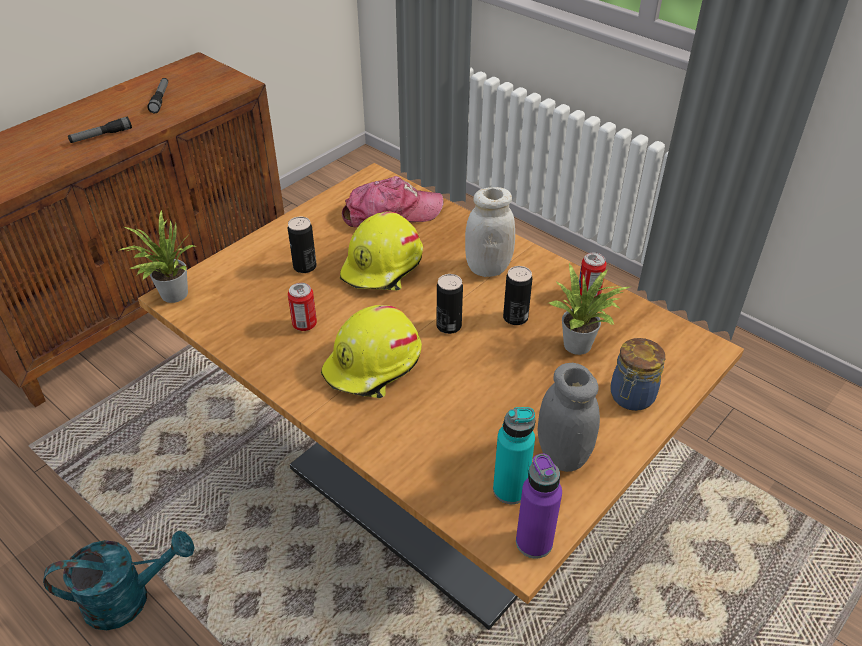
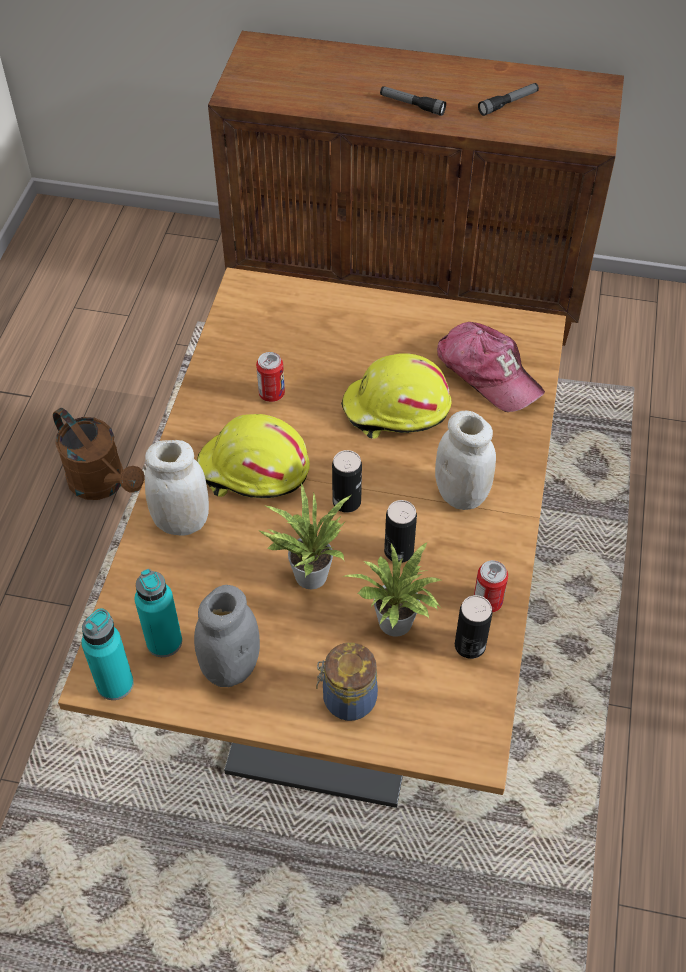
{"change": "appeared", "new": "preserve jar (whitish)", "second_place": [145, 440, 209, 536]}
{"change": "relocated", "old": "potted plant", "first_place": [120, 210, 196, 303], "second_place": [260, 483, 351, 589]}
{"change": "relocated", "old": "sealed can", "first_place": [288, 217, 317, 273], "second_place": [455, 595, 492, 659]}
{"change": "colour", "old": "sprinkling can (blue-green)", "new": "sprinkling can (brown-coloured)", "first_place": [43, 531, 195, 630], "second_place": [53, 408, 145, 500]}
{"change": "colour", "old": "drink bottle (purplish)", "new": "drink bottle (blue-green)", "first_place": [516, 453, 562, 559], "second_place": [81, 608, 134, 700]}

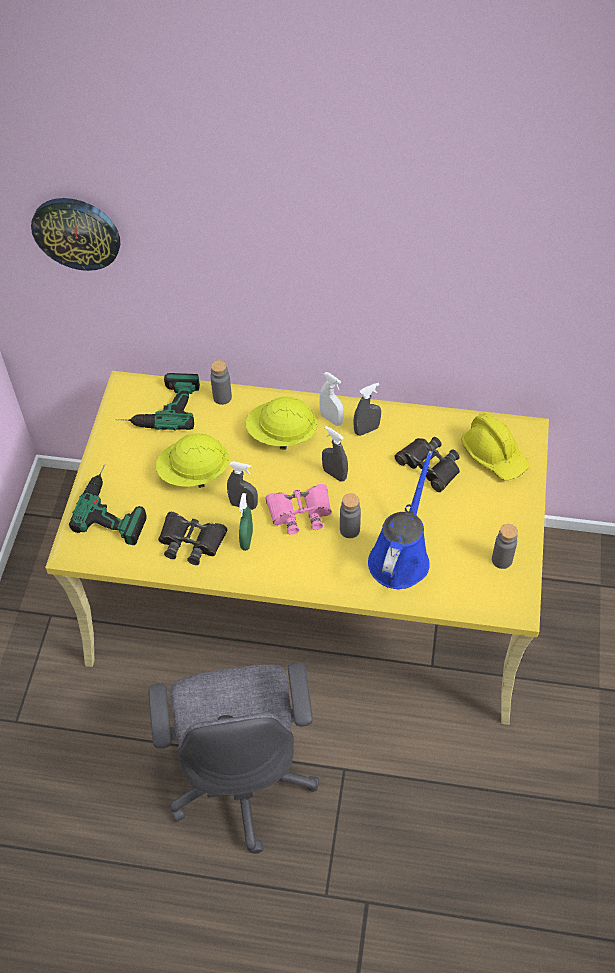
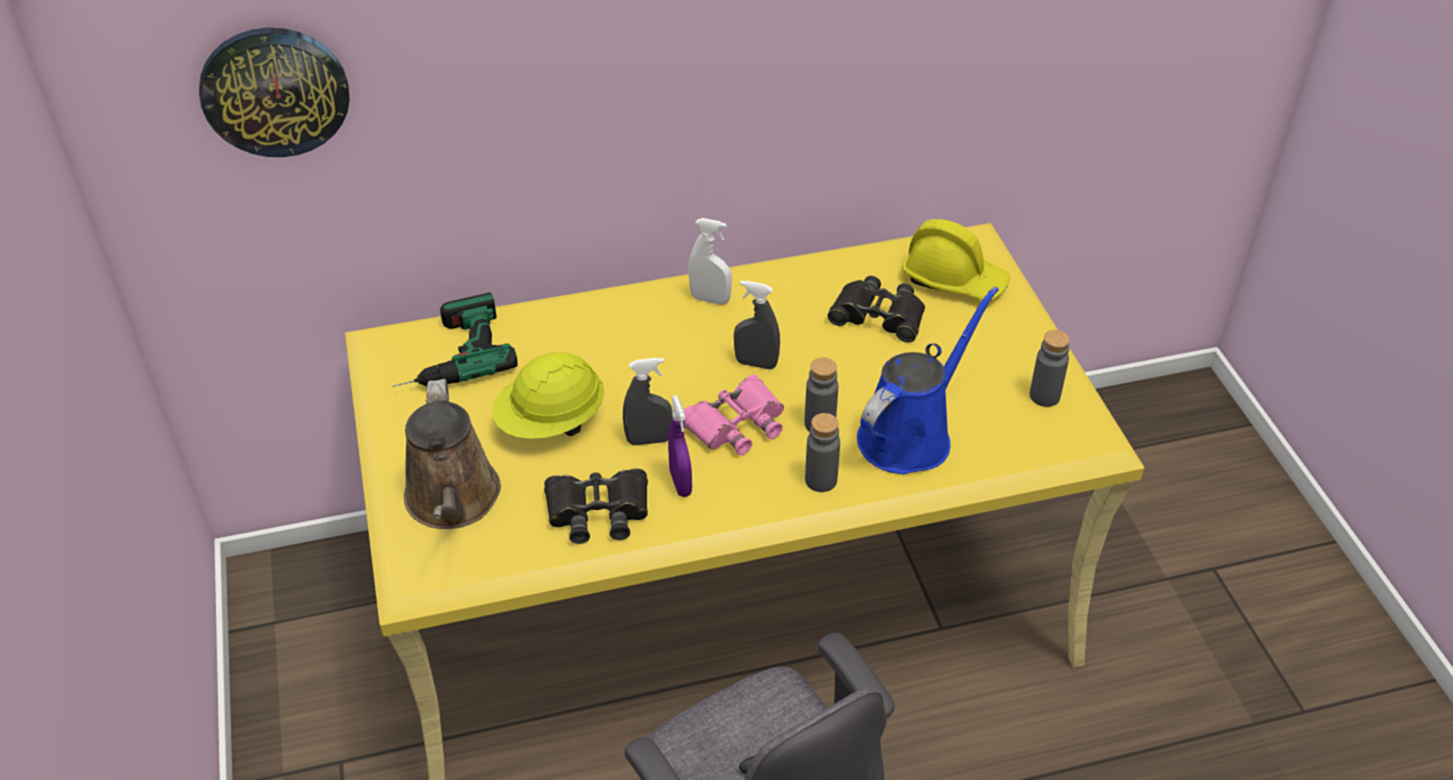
{"change": "missing", "old": "hard hat (yellowish)", "first_place": [246, 397, 317, 450]}
{"change": "missing", "old": "spray bottle (greyish)", "first_place": [354, 383, 381, 436]}
{"change": "relocated", "old": "drink bottle (greyish)", "first_place": [210, 360, 232, 405], "second_place": [805, 413, 840, 492]}
{"change": "exchanged", "old": "drill", "new": "sprinkling can (brown-coloured)", "first_place": [69, 464, 147, 545], "second_place": [404, 379, 501, 529]}
{"change": "colour", "old": "spray bottle (green)", "new": "spray bottle (purplish)", "first_place": [239, 493, 253, 551], "second_place": [668, 396, 692, 497]}
{"change": "spun", "old": "sprinkling can (blue)", "first_place": [368, 451, 433, 589], "second_place": [857, 286, 999, 474], "degrees": 45}

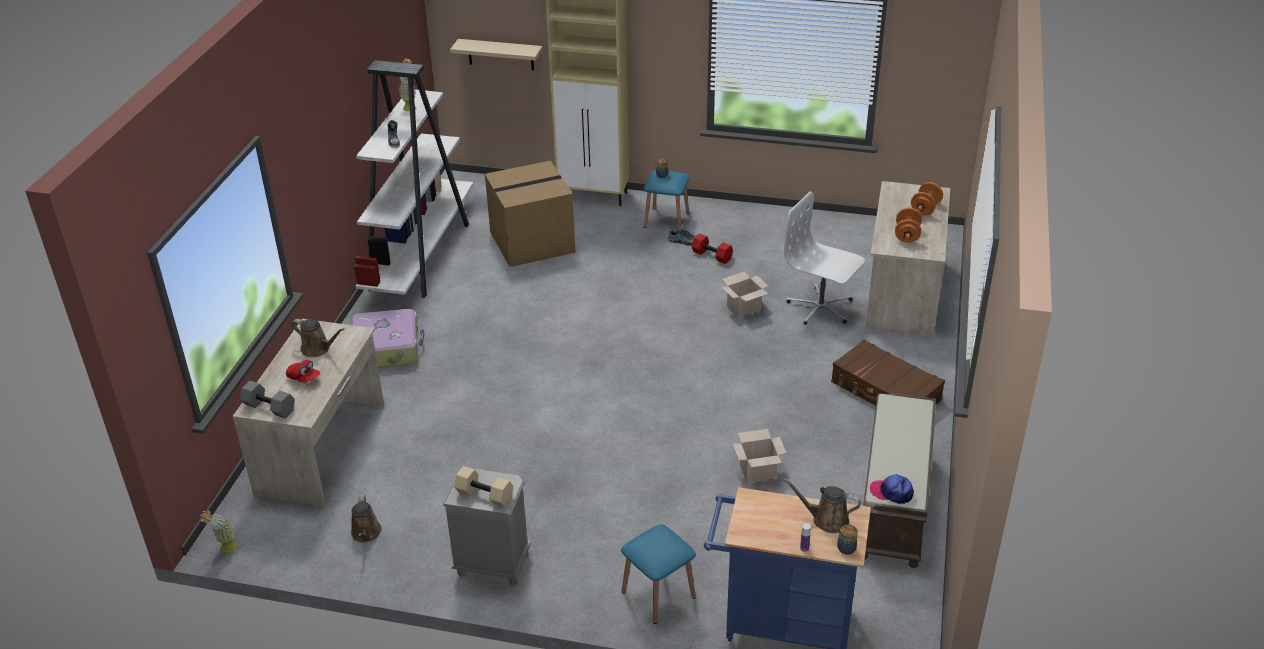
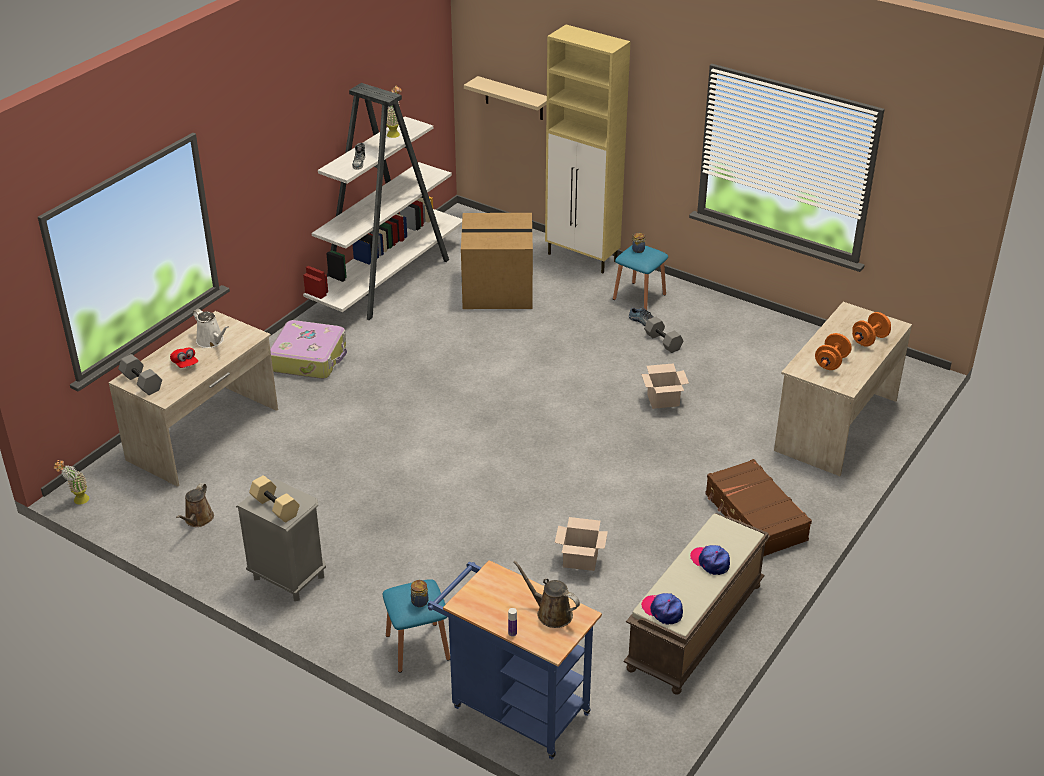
{"change": "missing", "old": "office chair (whitish)", "first_place": [784, 191, 865, 325]}
{"change": "appeared", "new": "peaked cap", "second_place": [690, 545, 730, 575]}
{"change": "relocated", "old": "preserve jar", "first_place": [837, 525, 858, 555], "second_place": [411, 580, 428, 607]}
{"change": "colour", "old": "sprinkling can (brown-coloured)", "new": "sprinkling can (whitish)", "first_place": [291, 319, 345, 357], "second_place": [193, 309, 229, 348]}
{"change": "colour", "old": "hand weight (red-coloured)", "new": "hand weight (greyish)", "first_place": [691, 233, 733, 264], "second_place": [644, 317, 683, 353]}

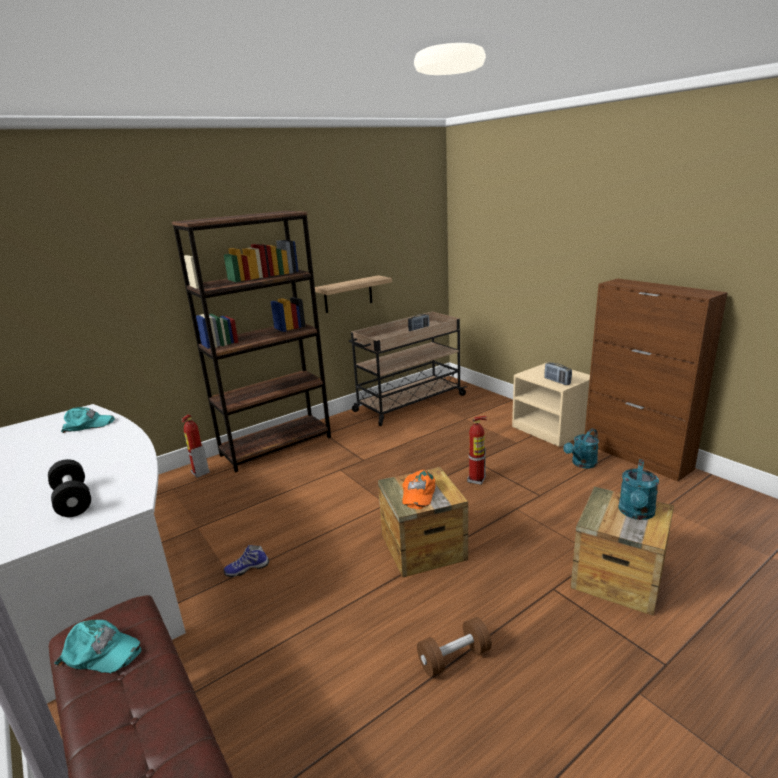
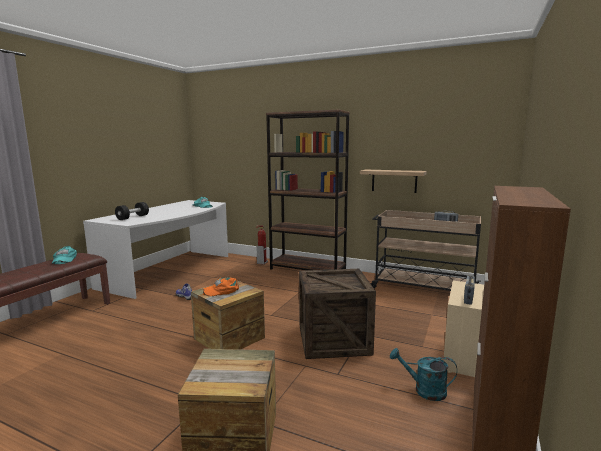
{"change": "missing", "old": "hand weight (brown-coloured)", "first_place": [417, 617, 492, 677]}
{"change": "missing", "old": "sprinkling can (blue-green)", "first_place": [618, 459, 659, 520]}
{"change": "exchanged", "old": "extinguisher", "new": "shipping crate", "first_place": [467, 416, 487, 485], "second_place": [299, 269, 376, 359]}

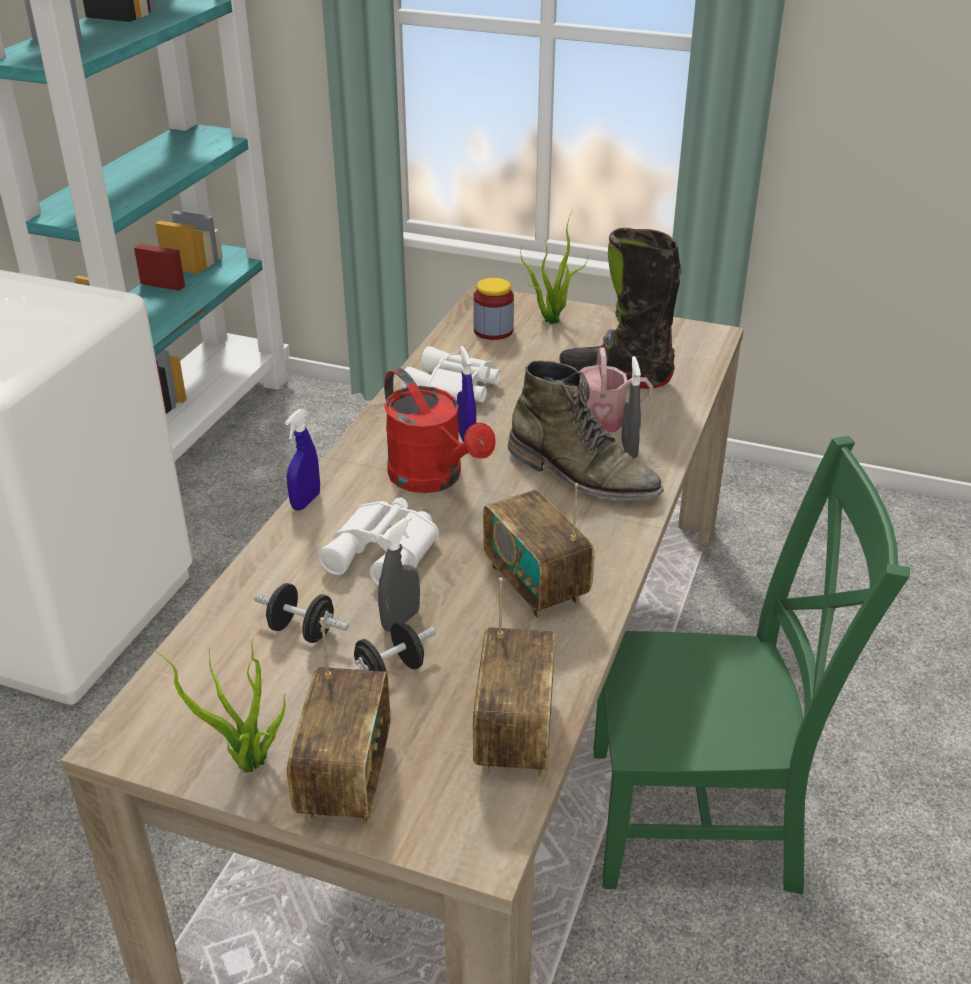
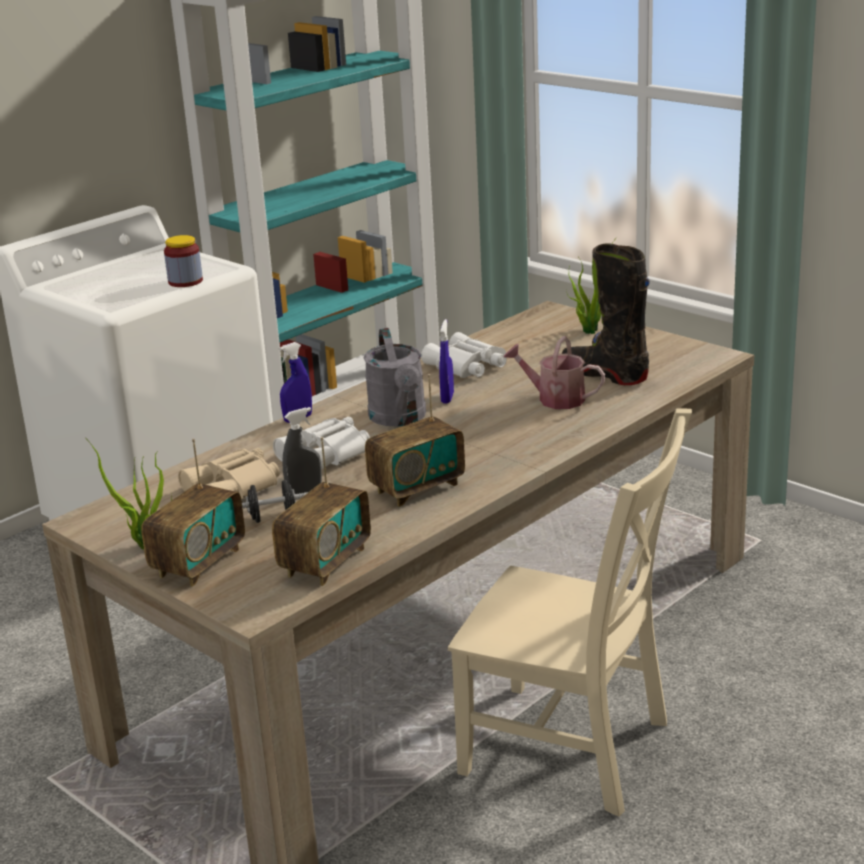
{"change": "missing", "old": "tall boot (green)", "first_place": [508, 360, 664, 500]}
{"change": "missing", "old": "spray bottle (greyish)", "first_place": [622, 356, 641, 459]}
{"change": "relocated", "old": "preserve jar", "first_place": [473, 278, 514, 340], "second_place": [164, 235, 203, 287]}
{"change": "exchanged", "old": "hand weight (black)", "new": "pair of binoculars (beige-coloured)", "first_place": [254, 583, 349, 643], "second_place": [178, 448, 280, 499]}
{"change": "colour", "old": "sprinkling can (red-coloured)", "new": "sprinkling can (greyish)", "first_place": [384, 368, 496, 493], "second_place": [364, 328, 426, 426]}
{"change": "colour", "old": "plain chair (green)", "new": "plain chair (beige-coloured)", "first_place": [594, 436, 910, 895], "second_place": [448, 408, 692, 817]}
{"change": "spun", "old": "radio", "first_place": [483, 483, 594, 618], "second_place": [365, 374, 465, 507], "degrees": -120}

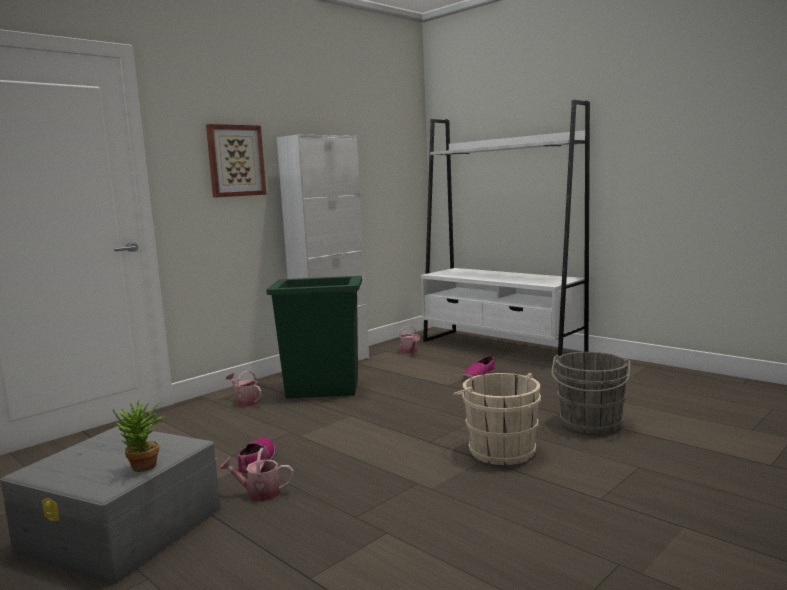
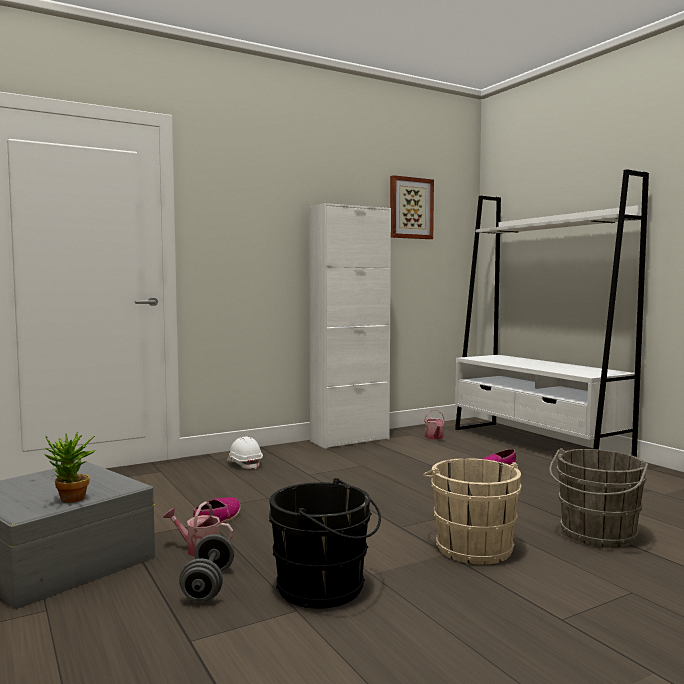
{"change": "missing", "old": "waste bin (green)", "first_place": [266, 276, 362, 398]}
{"change": "appeared", "new": "hand weight (greyish)", "second_place": [179, 534, 234, 602]}
{"change": "appeared", "new": "pail (black)", "second_place": [269, 478, 381, 609]}
{"change": "relocated", "old": "picture", "first_place": [206, 124, 266, 198], "second_place": [390, 175, 434, 239]}
{"change": "exchanged", "old": "sprinkling can", "new": "hard hat (whitish)", "first_place": [226, 371, 262, 407], "second_place": [227, 436, 263, 469]}

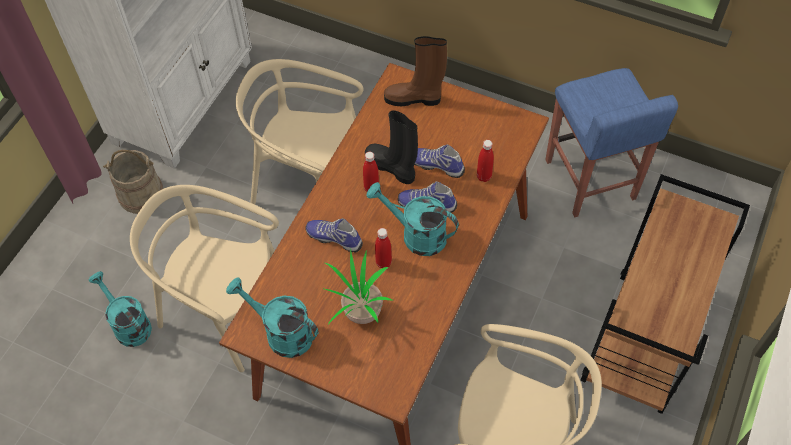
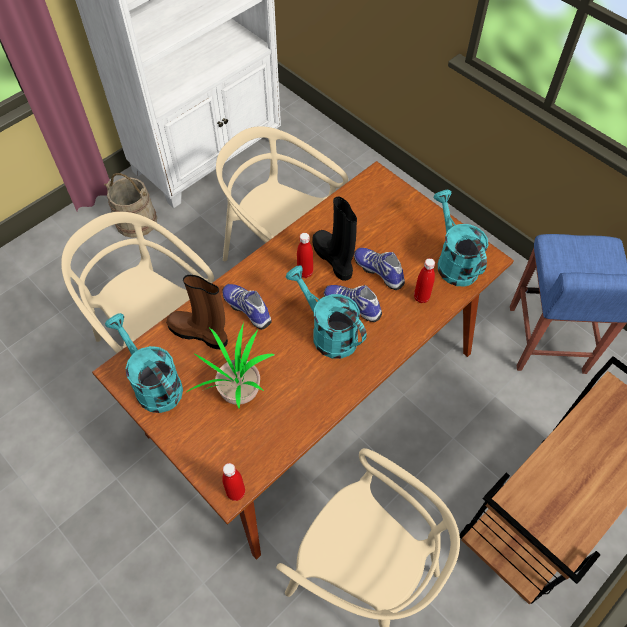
{"change": "relocated", "old": "sprinkling can (blue-green)", "first_place": [89, 271, 152, 347], "second_place": [434, 190, 489, 287]}
{"change": "relocated", "old": "drink bottle (red-coloured)", "first_place": [375, 228, 392, 268], "second_place": [222, 463, 245, 501]}
{"change": "relocated", "old": "tall boot (brown-coloured)", "first_place": [384, 36, 447, 106], "second_place": [166, 275, 228, 349]}

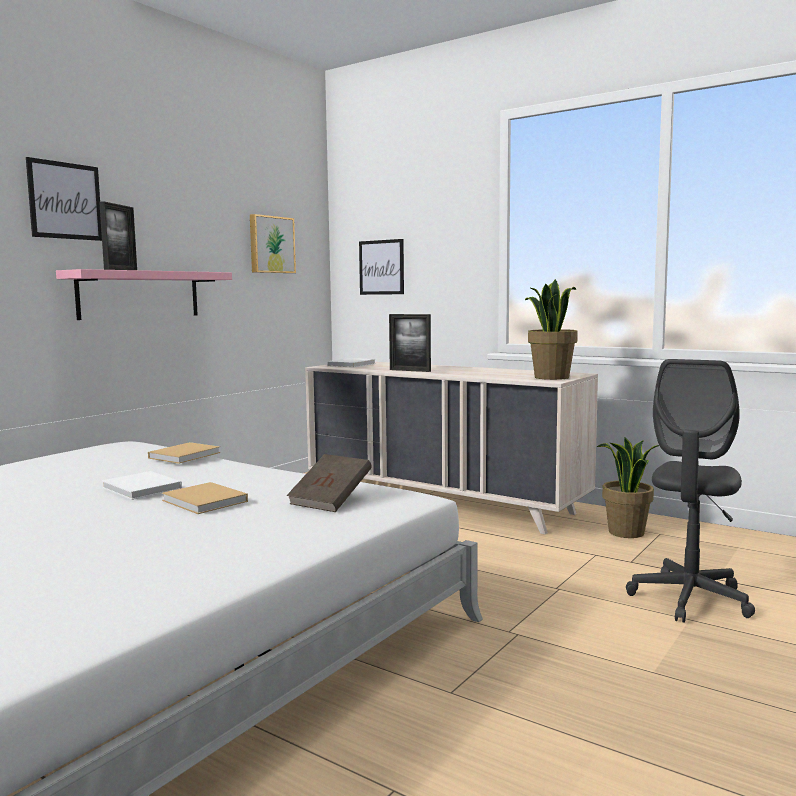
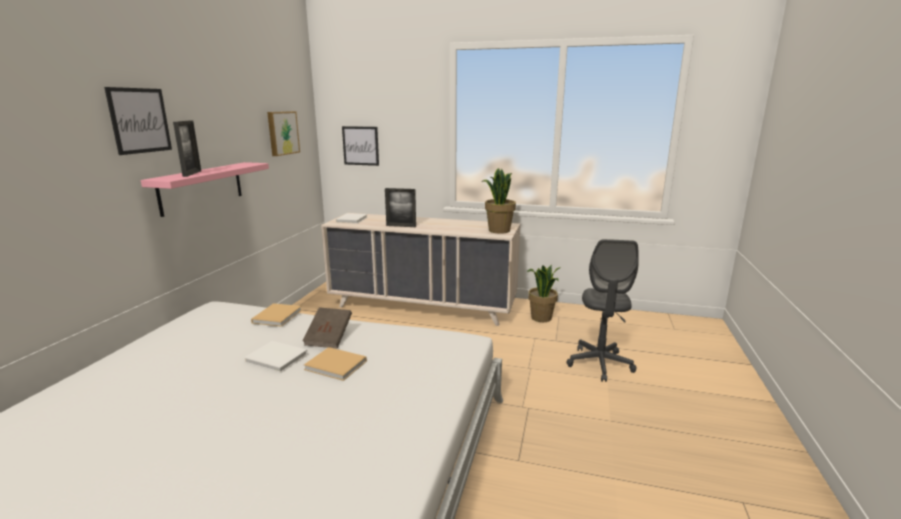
{"change": "relocated", "old": "bound book (brown-coloured)", "first_place": [287, 454, 372, 512], "second_place": [303, 307, 352, 349]}

